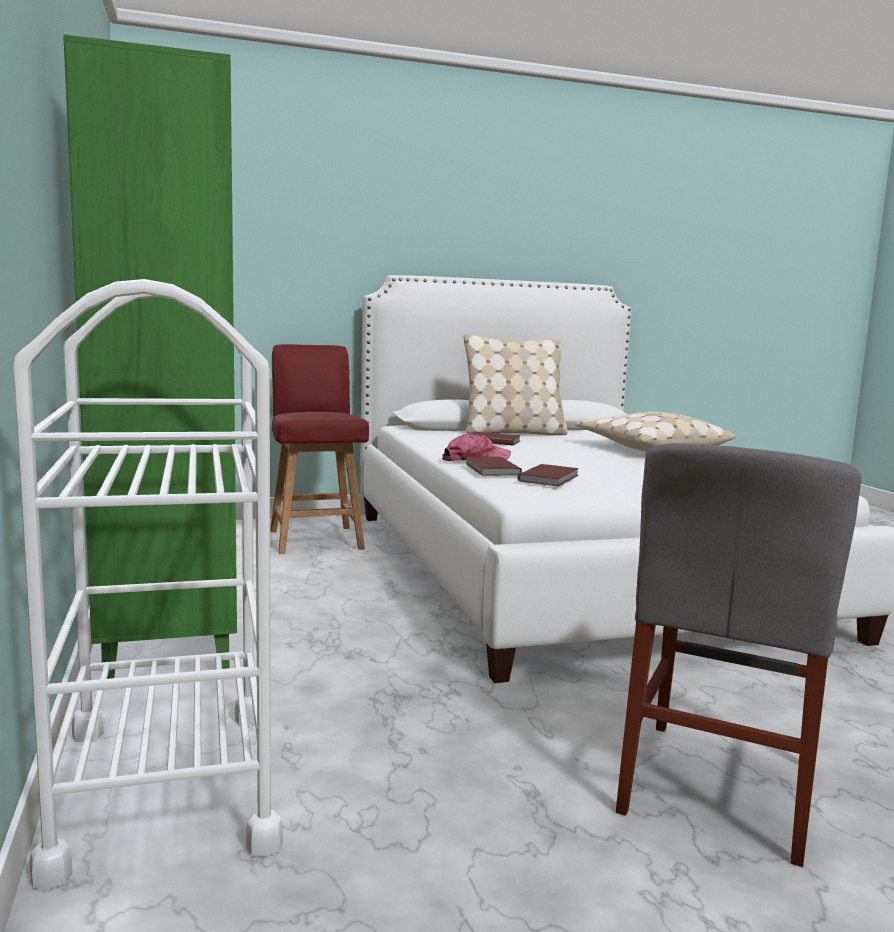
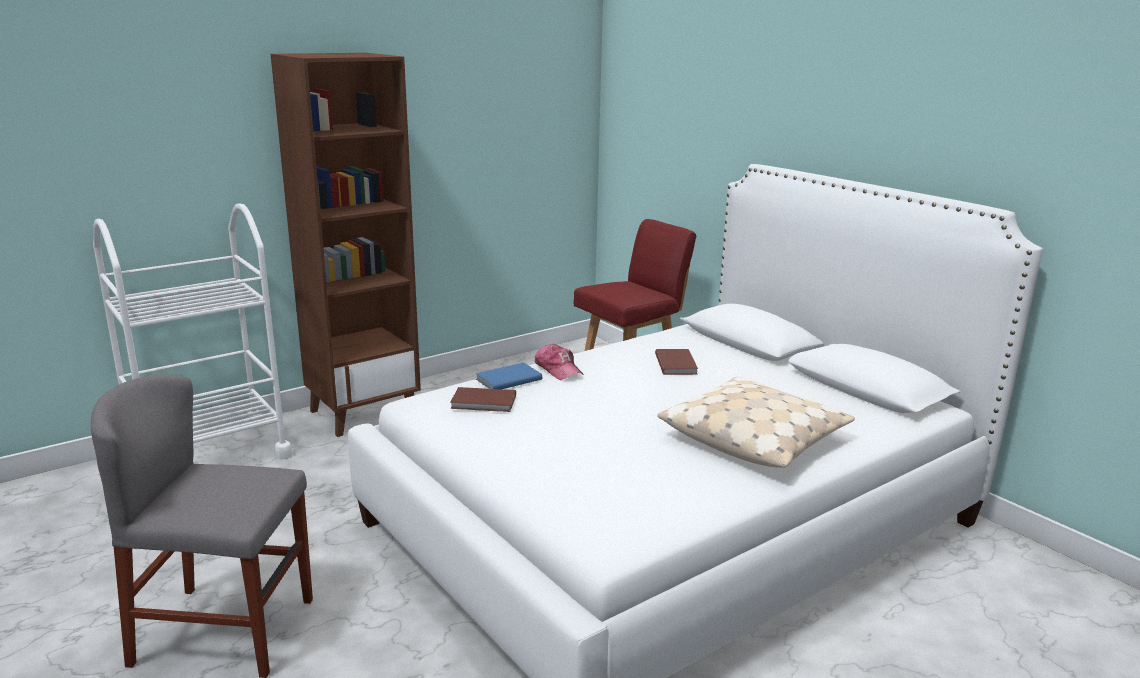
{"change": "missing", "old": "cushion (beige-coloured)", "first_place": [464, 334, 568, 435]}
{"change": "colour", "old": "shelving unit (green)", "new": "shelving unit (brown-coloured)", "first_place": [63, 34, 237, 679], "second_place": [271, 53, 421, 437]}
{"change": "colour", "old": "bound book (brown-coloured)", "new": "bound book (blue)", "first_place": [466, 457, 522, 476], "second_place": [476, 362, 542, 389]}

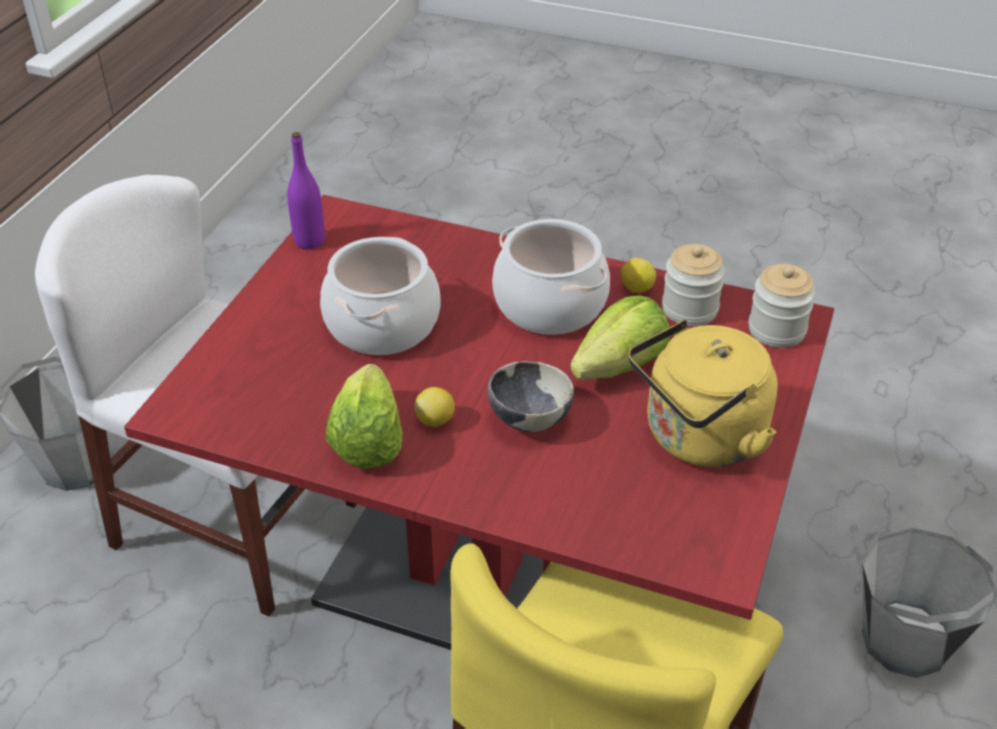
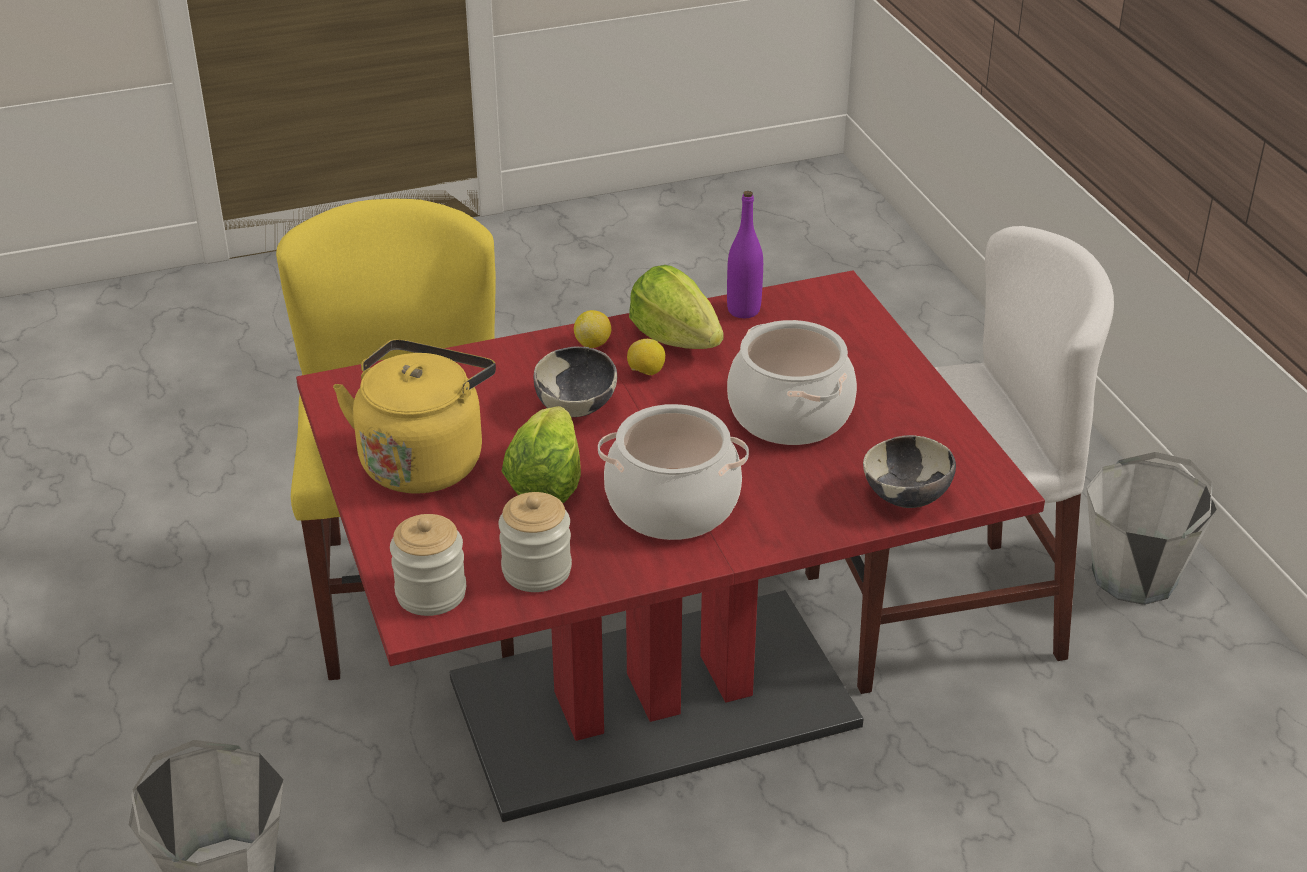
{"change": "appeared", "new": "deep dish", "second_place": [863, 435, 956, 508]}
{"change": "relocated", "old": "drink bottle (purplish)", "first_place": [287, 132, 325, 249], "second_place": [727, 191, 763, 318]}
{"change": "relocated", "old": "whole lemon", "first_place": [620, 258, 656, 293], "second_place": [574, 310, 611, 348]}

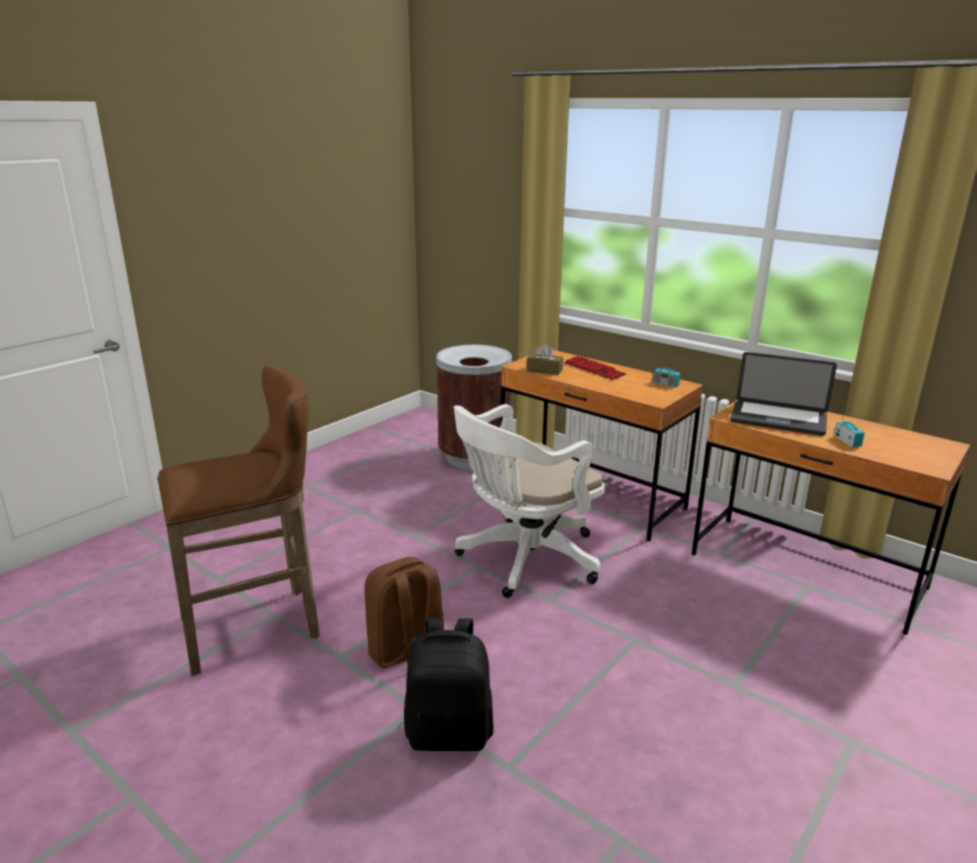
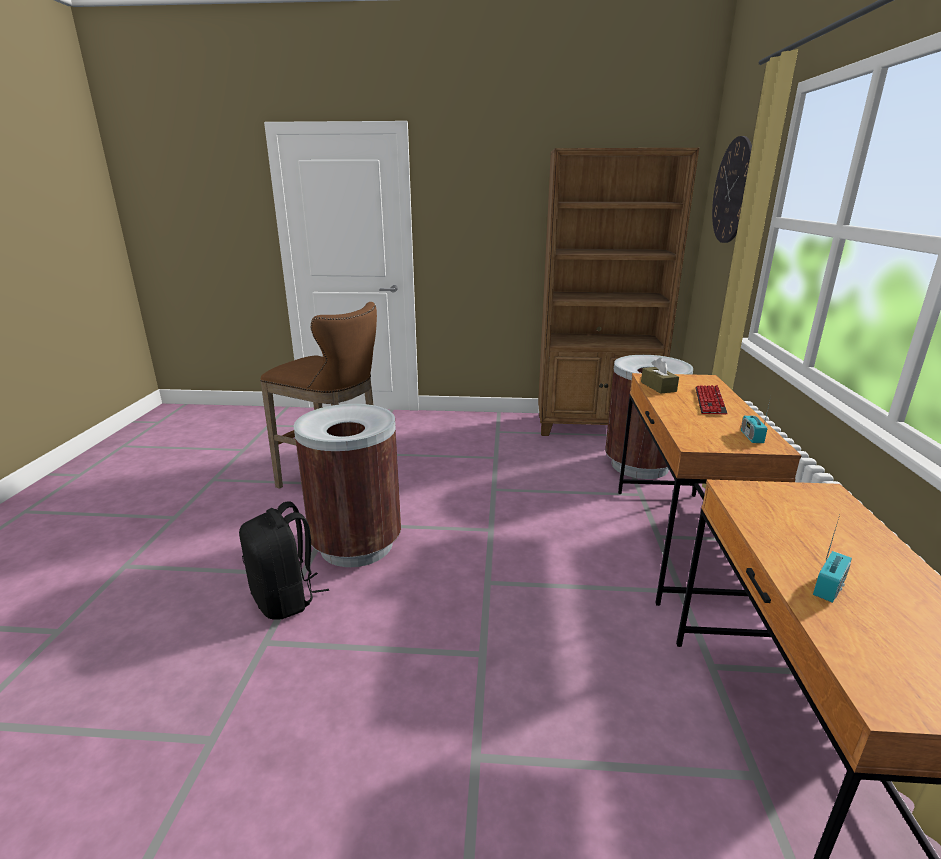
{"change": "missing", "old": "office chair (whitish)", "first_place": [454, 404, 606, 598]}
{"change": "missing", "old": "laptop", "first_place": [730, 352, 837, 436]}
{"change": "appeared", "new": "shelving unit (brown-coloured)", "second_place": [538, 148, 699, 436]}
{"change": "appeared", "new": "wall clock", "second_place": [712, 136, 752, 243]}
{"change": "exchanged", "old": "backpack (brown-coloured)", "new": "waste bin (brown-coloured)", "first_place": [364, 557, 444, 668], "second_place": [294, 404, 401, 567]}

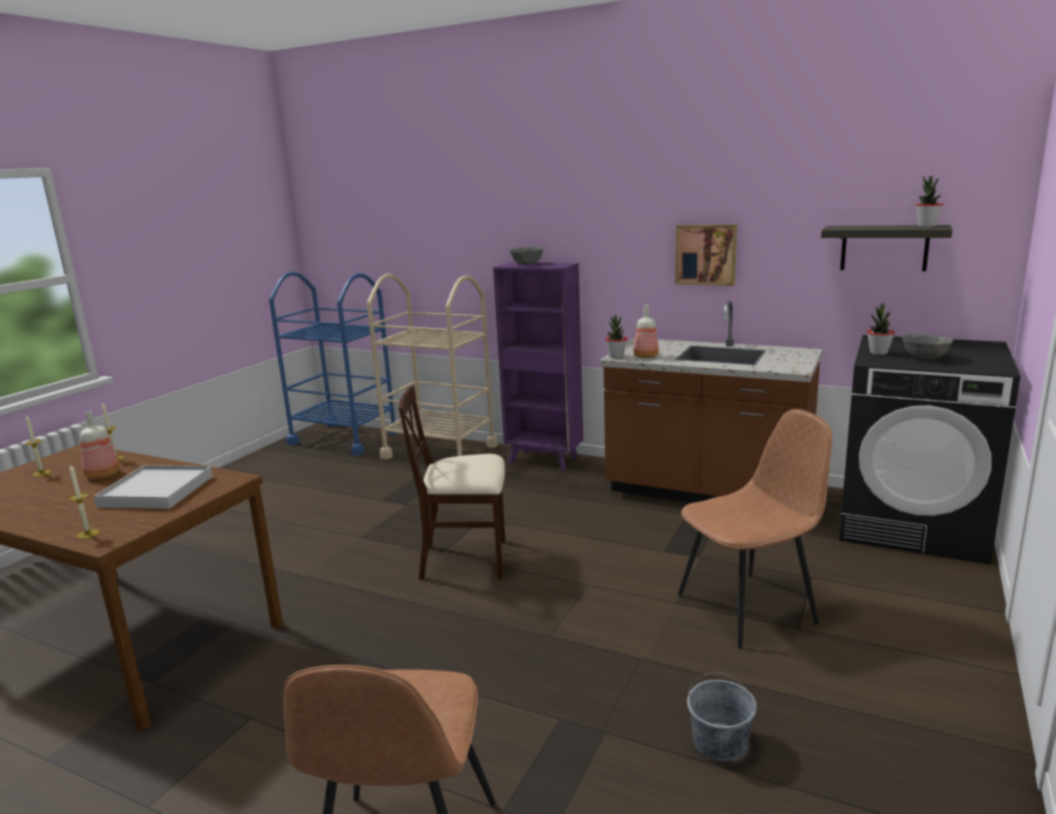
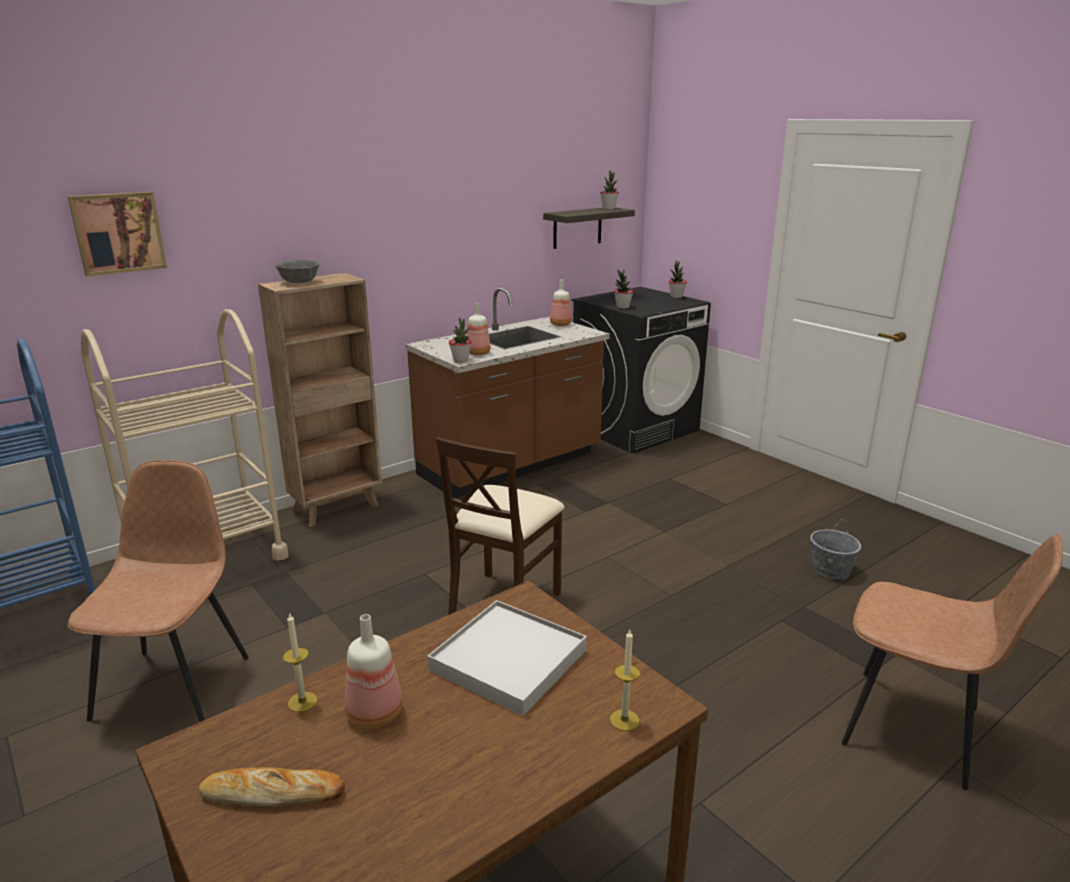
{"change": "missing", "old": "deep dish (greyish)", "first_place": [902, 334, 953, 359]}
{"change": "appeared", "new": "drink bottle", "second_place": [550, 279, 572, 326]}
{"change": "appeared", "new": "potted plant", "second_place": [669, 260, 687, 298]}
{"change": "relocated", "old": "picture", "first_place": [675, 224, 737, 286], "second_place": [67, 192, 167, 276]}
{"change": "relocated", "old": "plain chair (brown-coloured)", "first_place": [678, 409, 832, 649], "second_place": [68, 460, 249, 722]}
{"change": "exchanged", "old": "wax candle", "new": "baked bread", "first_place": [25, 415, 51, 477], "second_place": [198, 767, 345, 807]}
{"change": "colour", "old": "shelving unit (purplish)", "new": "shelving unit (brown-coloured)", "first_place": [493, 262, 583, 471], "second_place": [258, 273, 382, 527]}

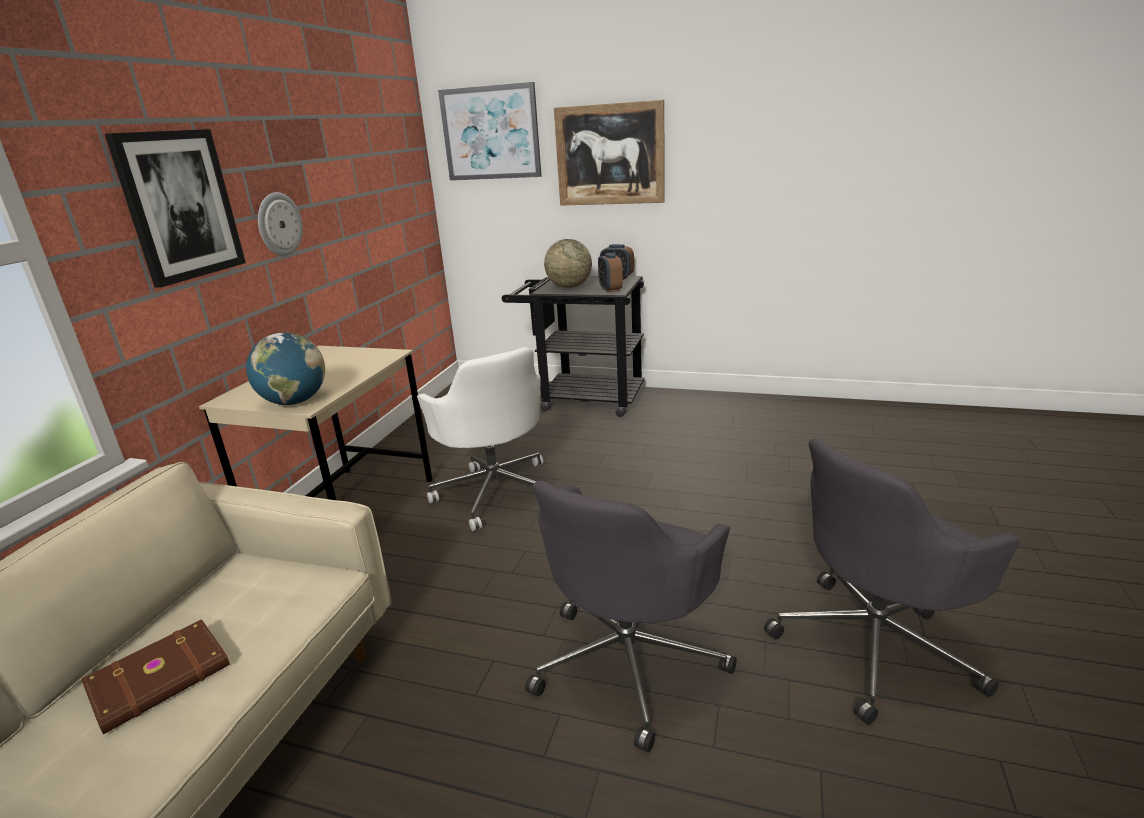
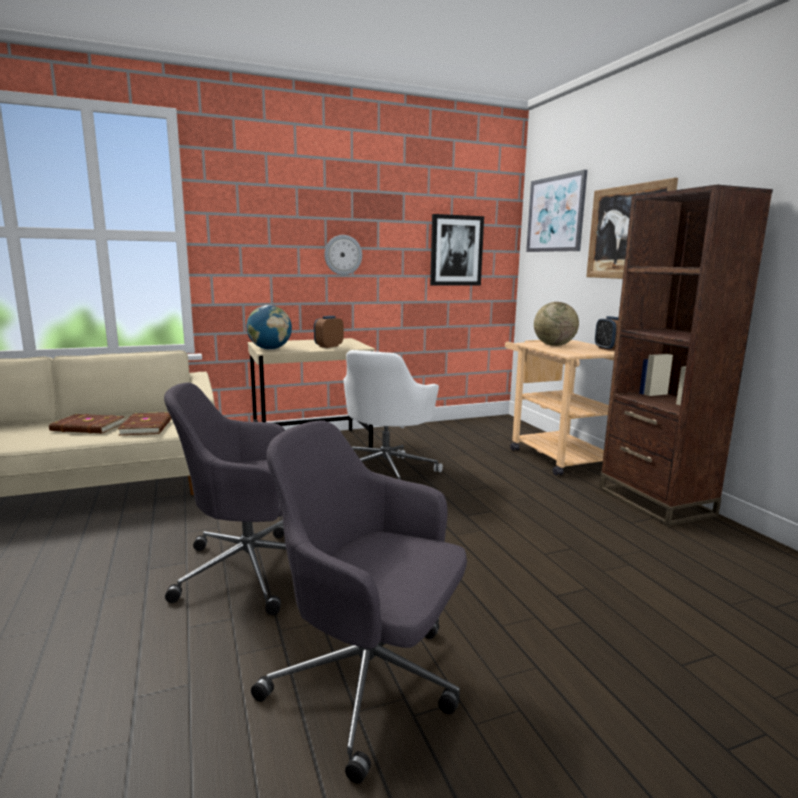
{"change": "appeared", "new": "bound book (brown-coloured)", "second_place": [117, 412, 172, 435]}
{"change": "appeared", "new": "shelving unit (brown-coloured)", "second_place": [599, 184, 773, 527]}
{"change": "relocated", "old": "picture", "first_place": [105, 129, 246, 288], "second_place": [430, 214, 484, 285]}
{"change": "relocated", "old": "table clock", "first_place": [598, 253, 623, 292], "second_place": [314, 316, 344, 348]}
{"change": "colour", "old": "trolley (black)", "new": "trolley (beige-coloured)", "first_place": [502, 276, 645, 417], "second_place": [505, 340, 615, 475]}

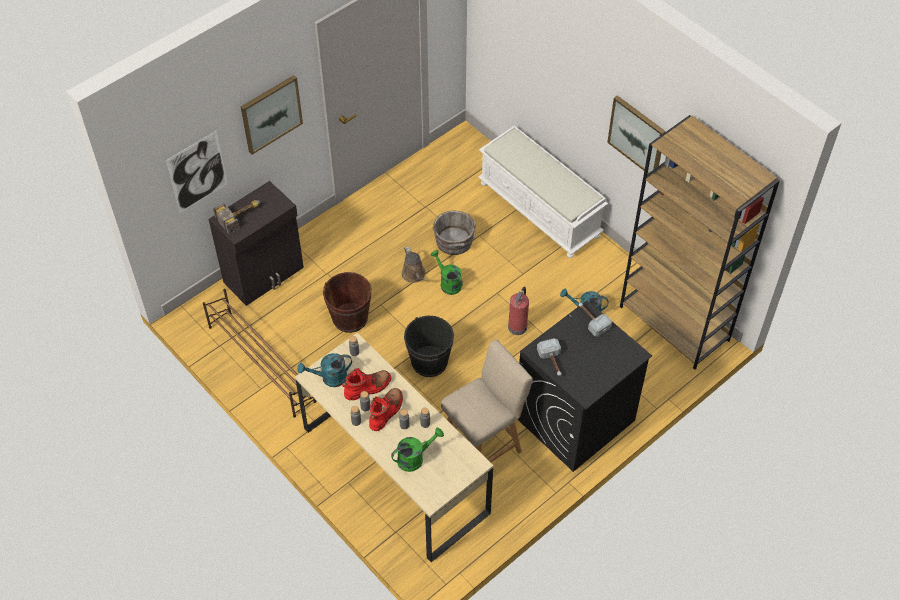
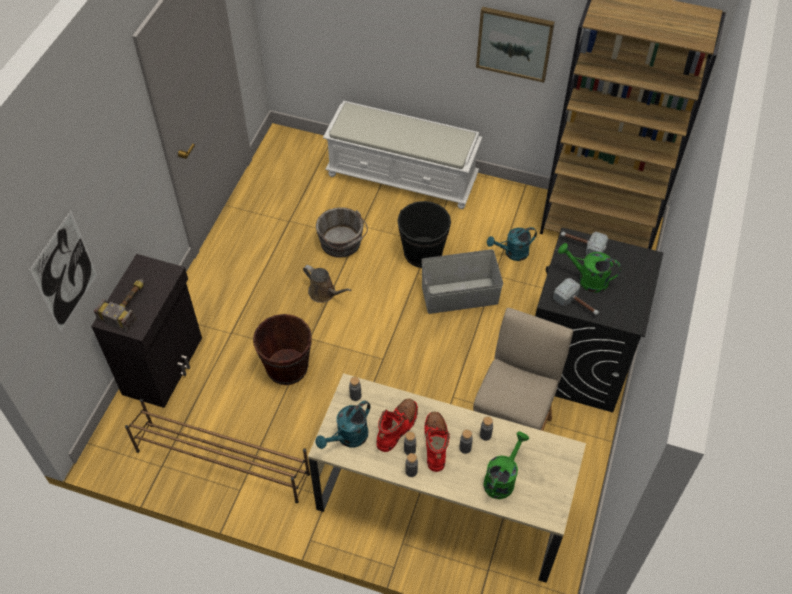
{"change": "missing", "old": "picture", "first_place": [241, 75, 303, 155]}
{"change": "relocated", "old": "pail (black)", "first_place": [404, 316, 454, 377], "second_place": [397, 201, 451, 268]}
{"change": "relocated", "old": "sprinkling can (green)", "first_place": [431, 250, 463, 295], "second_place": [558, 243, 621, 293]}
{"change": "exchanged", "old": "extinguisher", "new": "storage bin (greyish)", "first_place": [508, 287, 529, 335], "second_place": [422, 249, 503, 314]}

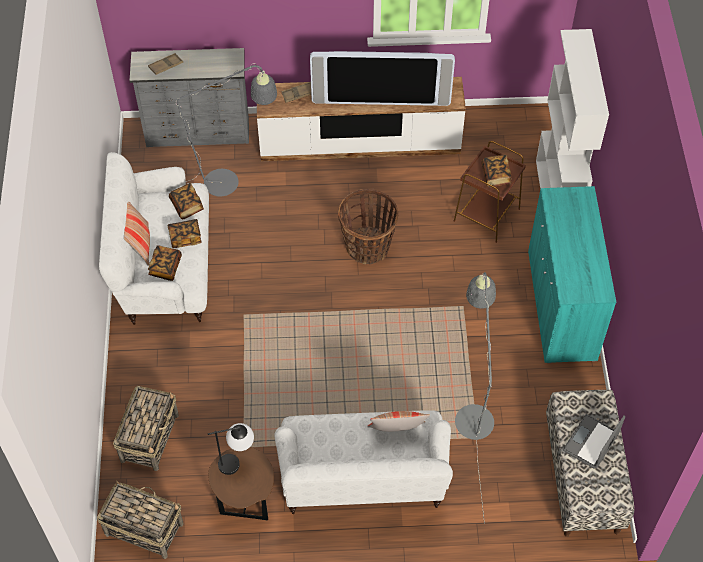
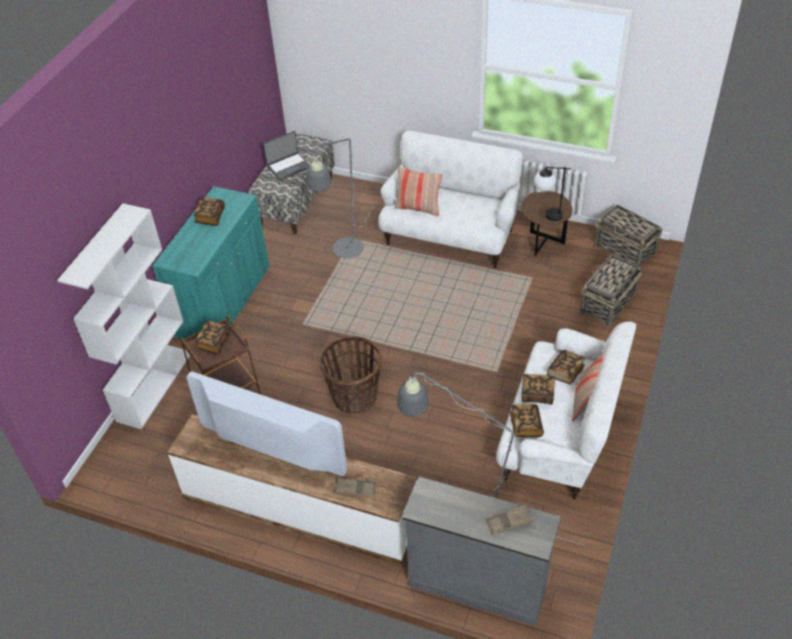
{"change": "appeared", "new": "bound book", "second_place": [194, 197, 225, 226]}

